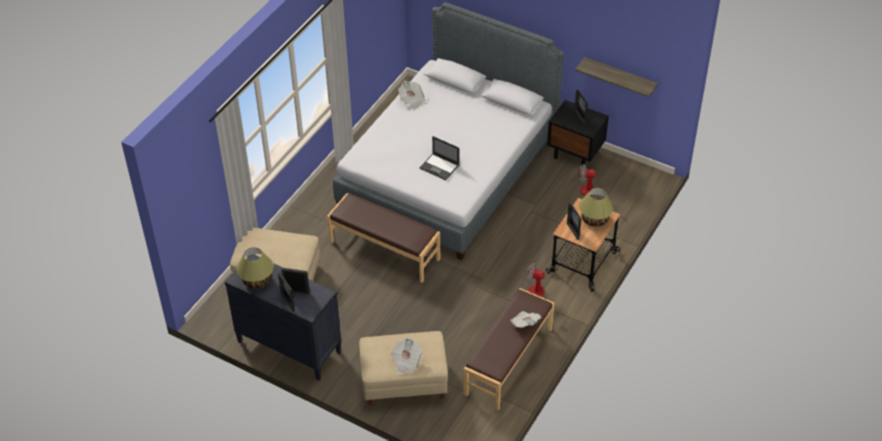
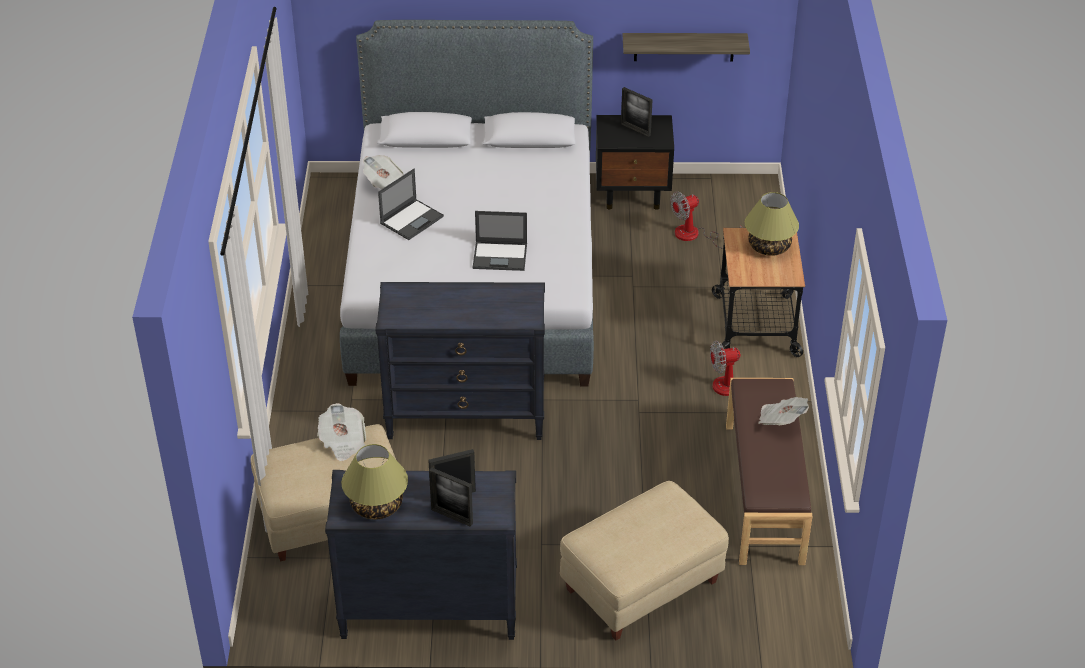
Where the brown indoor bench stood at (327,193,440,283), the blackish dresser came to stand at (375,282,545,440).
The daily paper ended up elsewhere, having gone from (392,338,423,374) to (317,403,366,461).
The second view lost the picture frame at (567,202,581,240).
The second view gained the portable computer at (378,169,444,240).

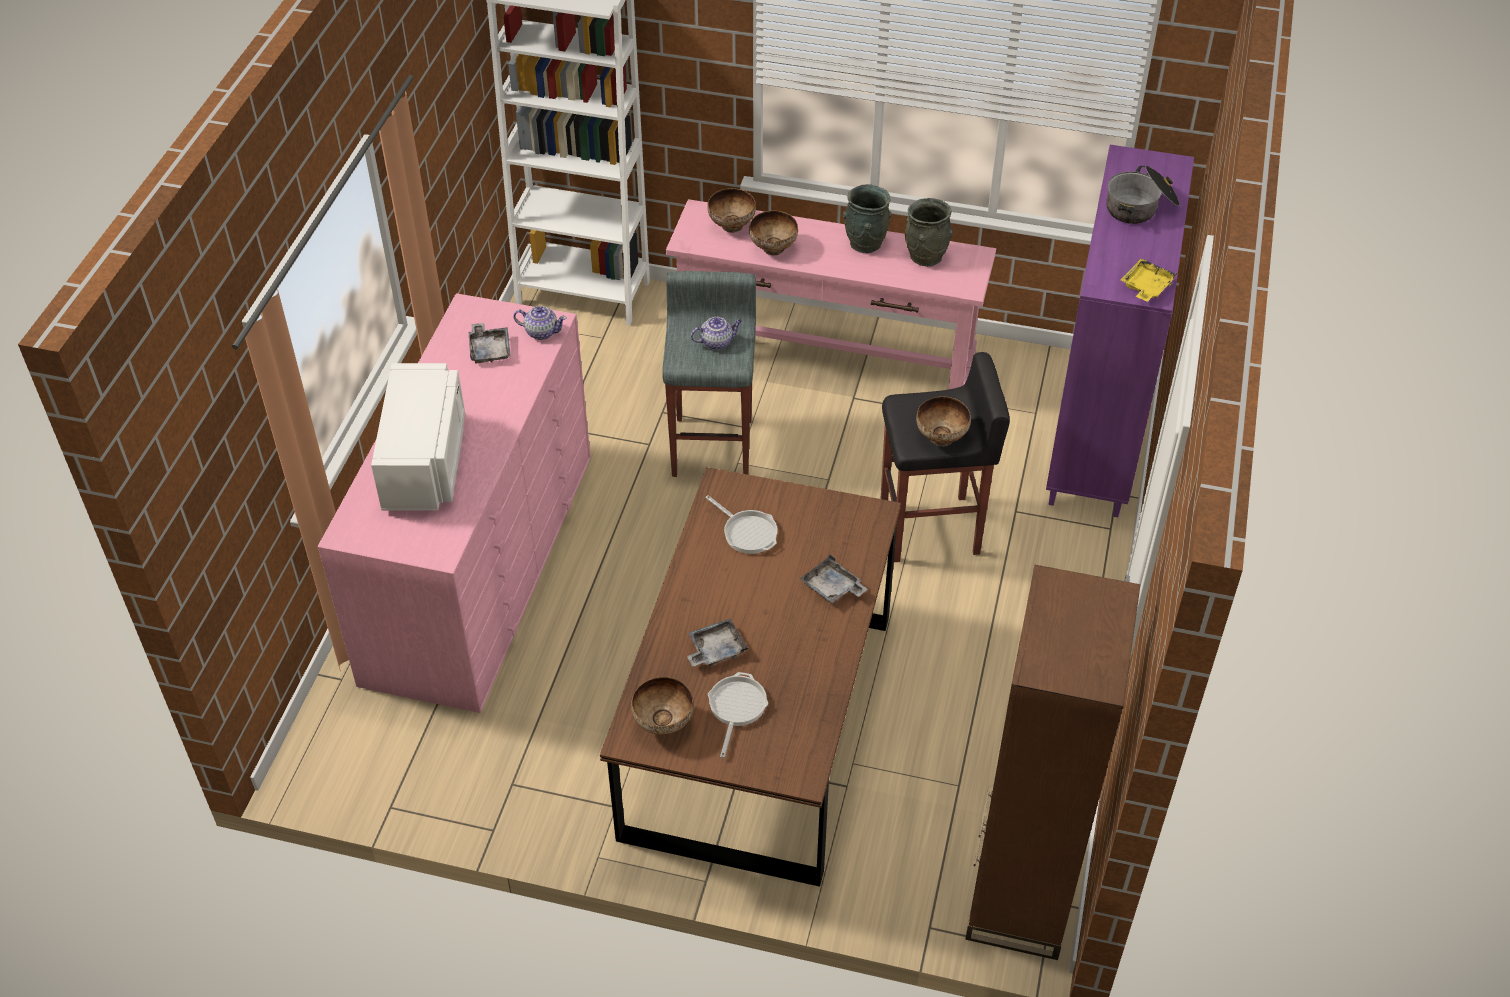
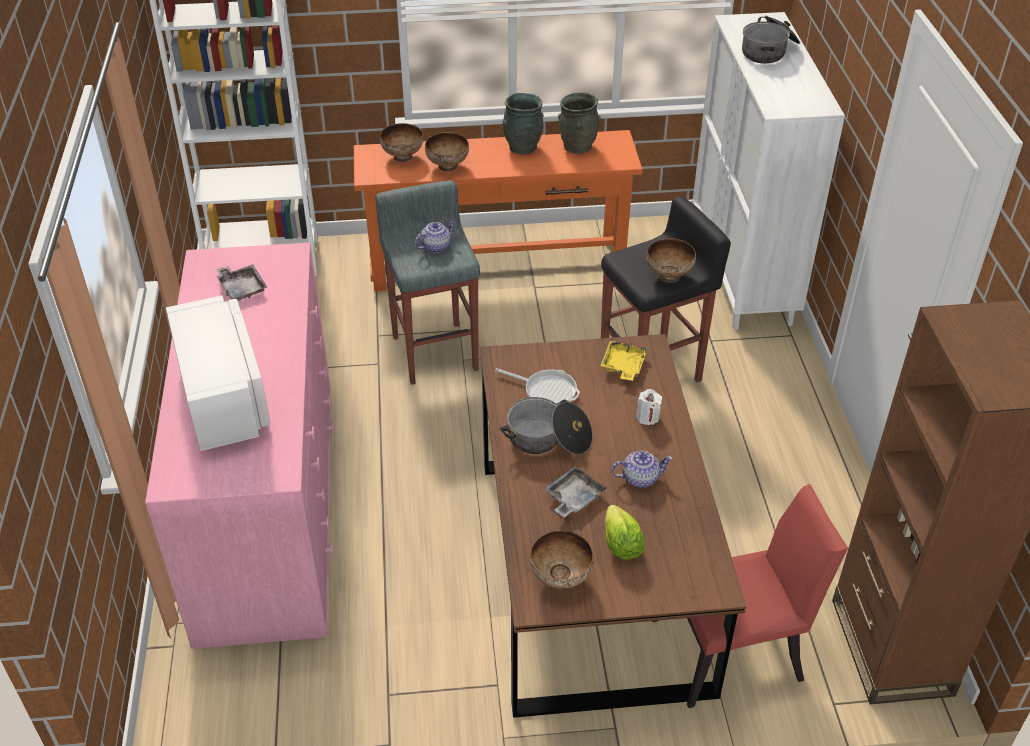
The teapot ended up elsewhere, having gone from (513,306,567,340) to (611,451,672,488).
What was the pink-coloured console table at (666,199,996,390) turned into the orange console table at (354,130,643,292).
Where the frying pan stood at (708,672,768,758), the lettuce head came to stand at (605,505,645,560).
Where the grey carrying tray stood at (800,554,868,603), the white-coloured wax light came to stand at (636,389,662,425).
What was the purple cabinet at (1046,145,1194,517) turned into the white-coloured cabinet at (693,12,845,330).
The yellow-coloured carrying tray ended up elsewhere, having gone from (1121,258,1177,302) to (600,341,647,381).
The second view gained the saucepot at (500,397,593,455).
The second view gained the red-coloured plain chair at (652,484,848,708).

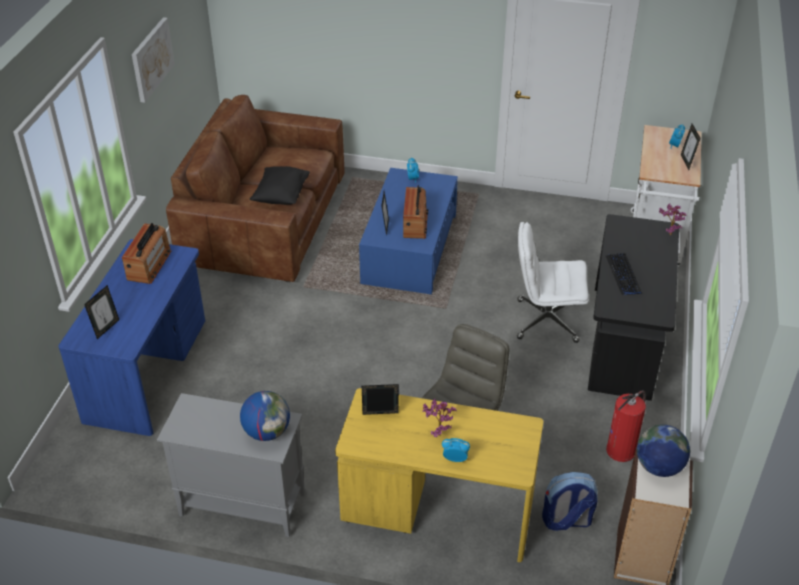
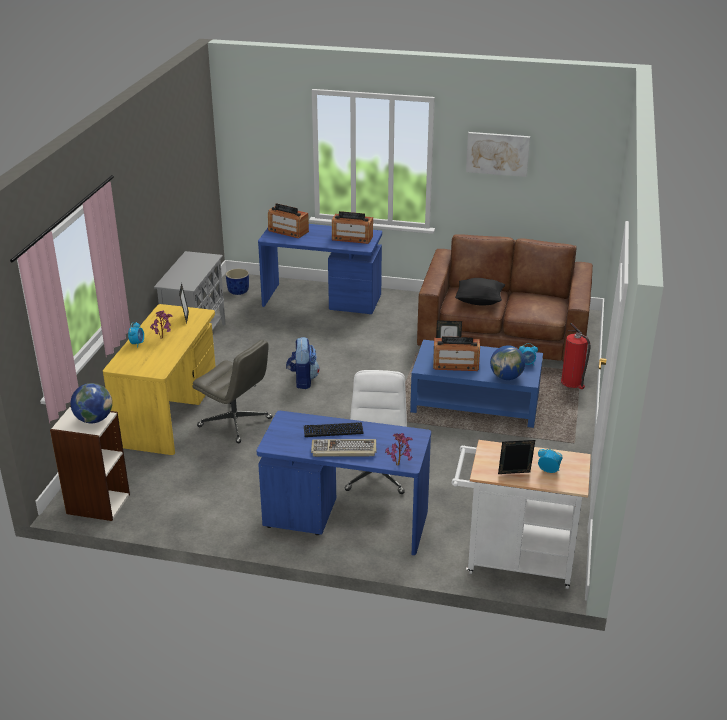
Where the picture frame stood at (84,285,119,339), the radio came to stand at (268,203,309,238).
The world globe ended up elsewhere, having gone from (240,391,290,441) to (490,345,525,380).
The backpack ended up elsewhere, having gone from (542,472,598,531) to (286,337,320,389).
What was the blackish desk unit at (588,214,679,401) turned into the blue-coloured desk unit at (256,411,431,555).
The extinguisher ended up elsewhere, having gone from (606,390,646,462) to (561,323,591,389).
The second view gained the blue-coloured flower pot at (226,268,249,295).
The second view gained the computer keyboard at (311,439,376,457).

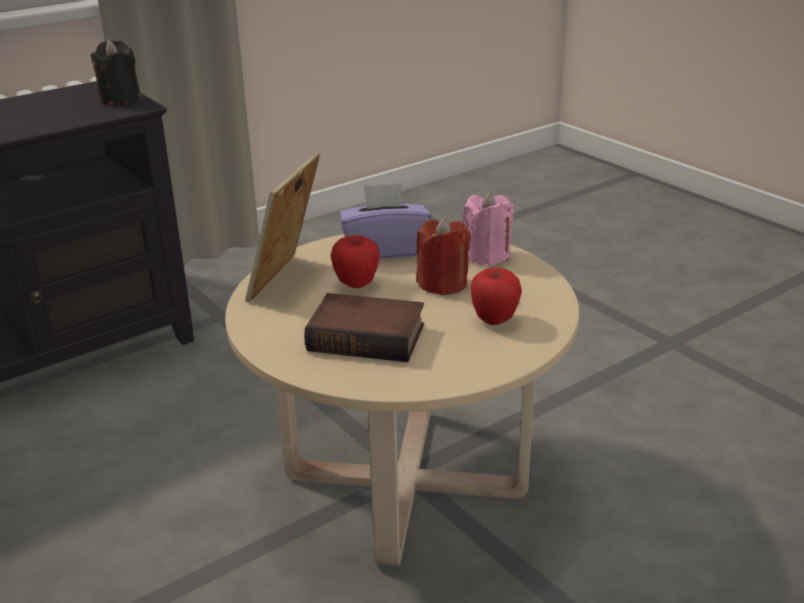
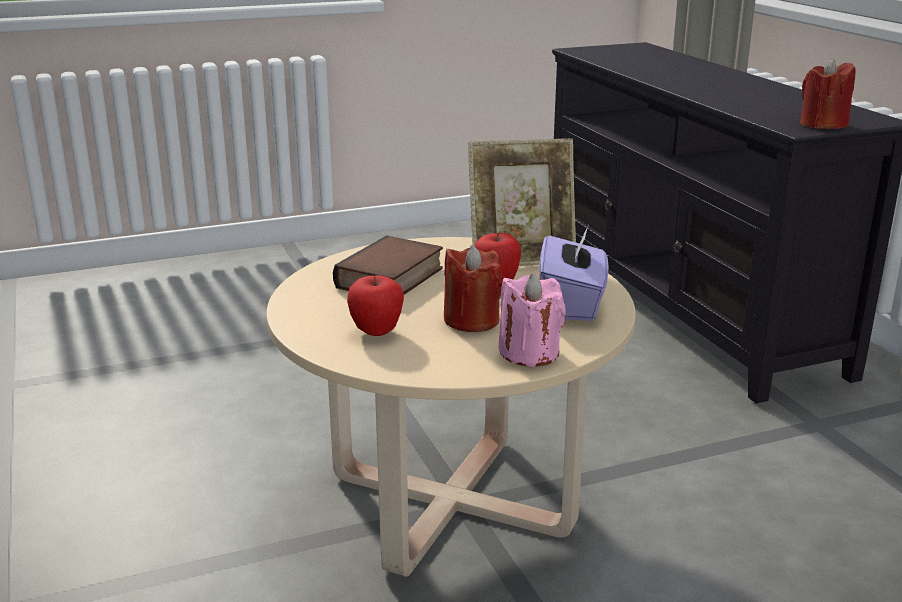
What was the blackish wax light at (91,40,141,105) turned into the red-coloured wax light at (800,58,855,129).
The picture frame at (245,152,320,302) ended up facing another way, 135 degrees clockwise from before.

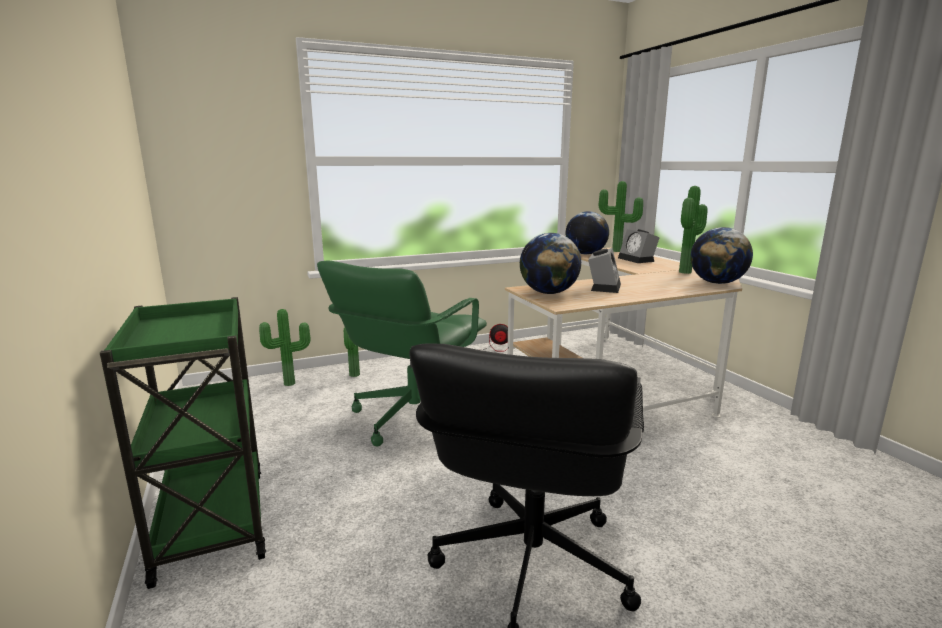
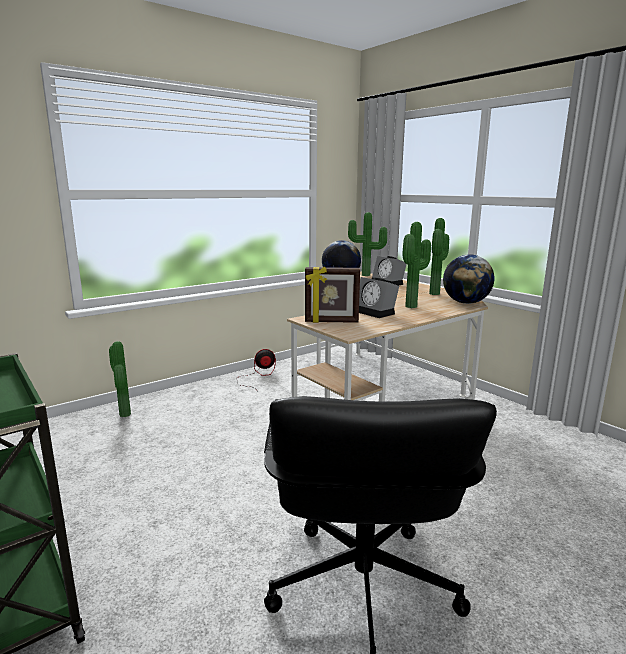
The potted plant ended up elsewhere, having gone from (259,309,311,386) to (402,222,431,308).
The second view lost the green computer chair at (317,261,487,446).
Where the world globe stood at (520,233,581,294), the picture frame came to stand at (305,267,360,323).
The alarm clock at (588,248,621,293) ended up facing another way, 135 degrees clockwise from before.

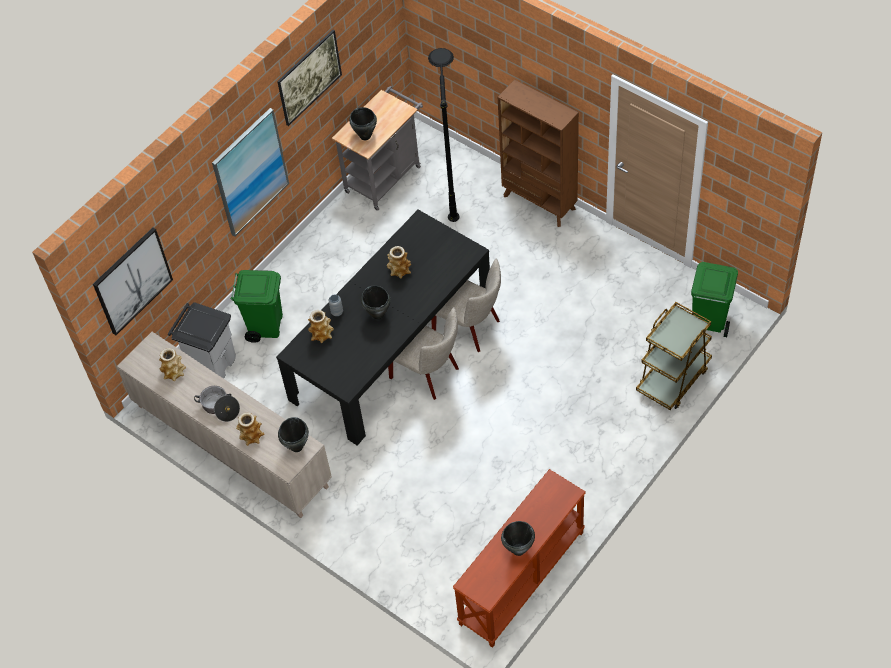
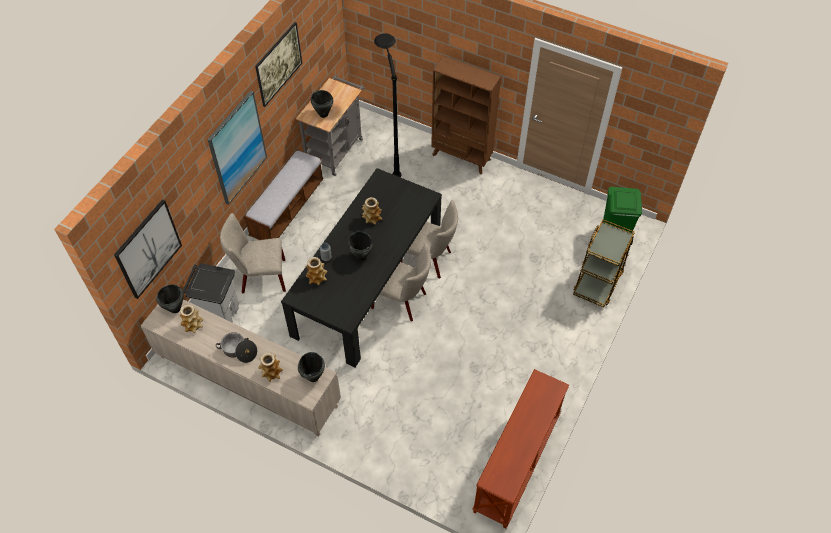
Where the green waste bin stood at (231,270,283,343), the sand-coloured plain chair came to stand at (220,213,286,293).
The blackish saucepot ended up elsewhere, having gone from (501,521,535,556) to (156,284,184,313).
The second view gained the indoor bench at (243,149,324,240).

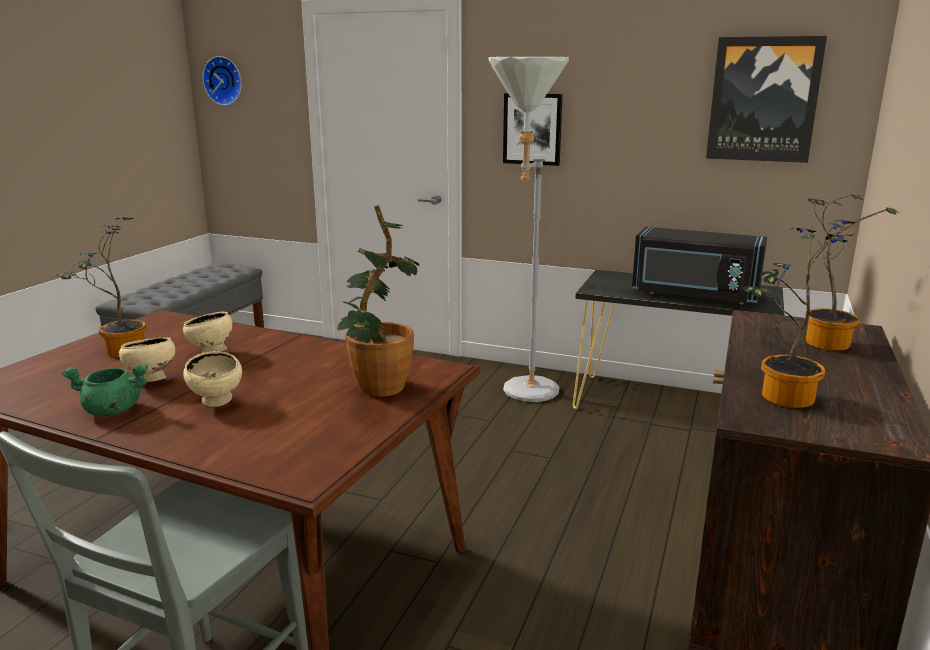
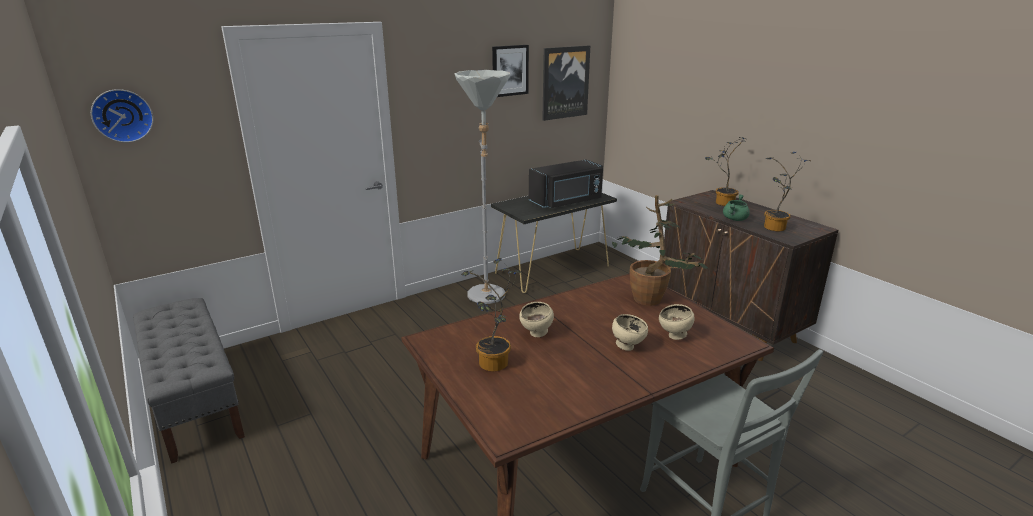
The green saucepot ended up elsewhere, having gone from (62,365,148,416) to (723,194,750,221).
The sand-coloured serving bowl ended up elsewhere, having gone from (119,337,175,382) to (659,304,694,340).
The wall art ended up elsewhere, having gone from (503,93,563,166) to (492,45,529,97).

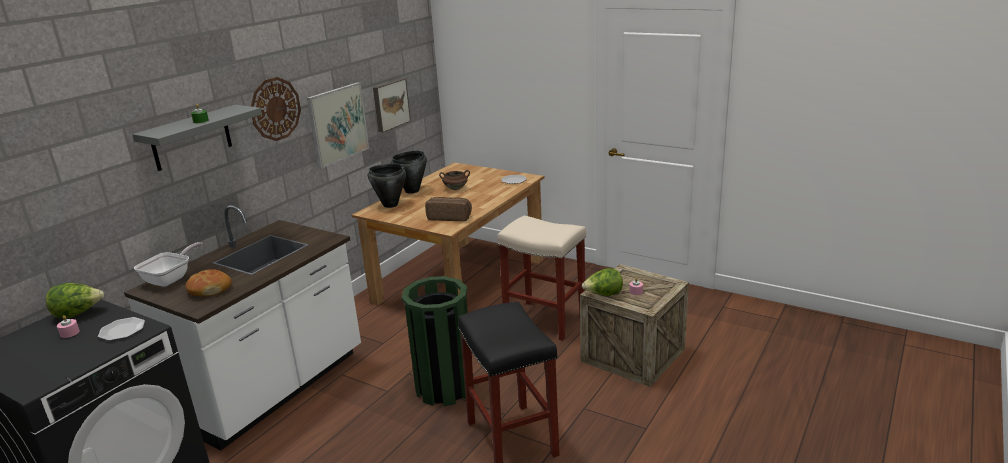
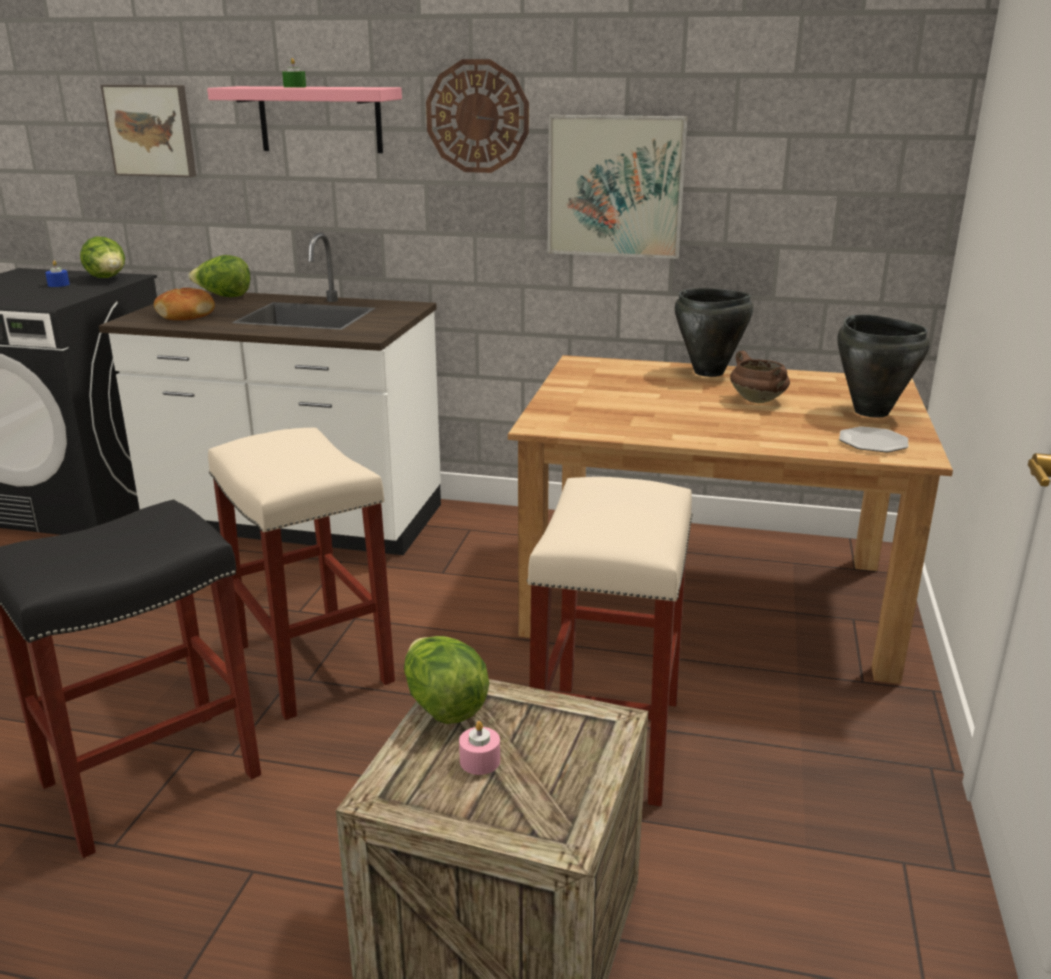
What was the pink-coloured wax light at (57,315,80,338) turned into the blue-coloured wax light at (45,261,70,287).
The second view lost the flat dish at (98,317,145,341).
What was the grey wall shelf at (132,105,262,171) turned into the pink-coloured wall shelf at (207,86,402,153).
Where the frying pan stood at (134,242,203,287), the lettuce head came to stand at (189,255,250,297).
The blackish saucepot ended up elsewhere, having gone from (368,164,406,208) to (837,315,930,418).
The wall art ended up elsewhere, having gone from (373,78,411,133) to (101,85,196,177).
Where the green waste bin stood at (402,276,474,406), the sand-coloured stool came to stand at (208,428,395,720).
The second view lost the baked bread at (425,197,472,221).

